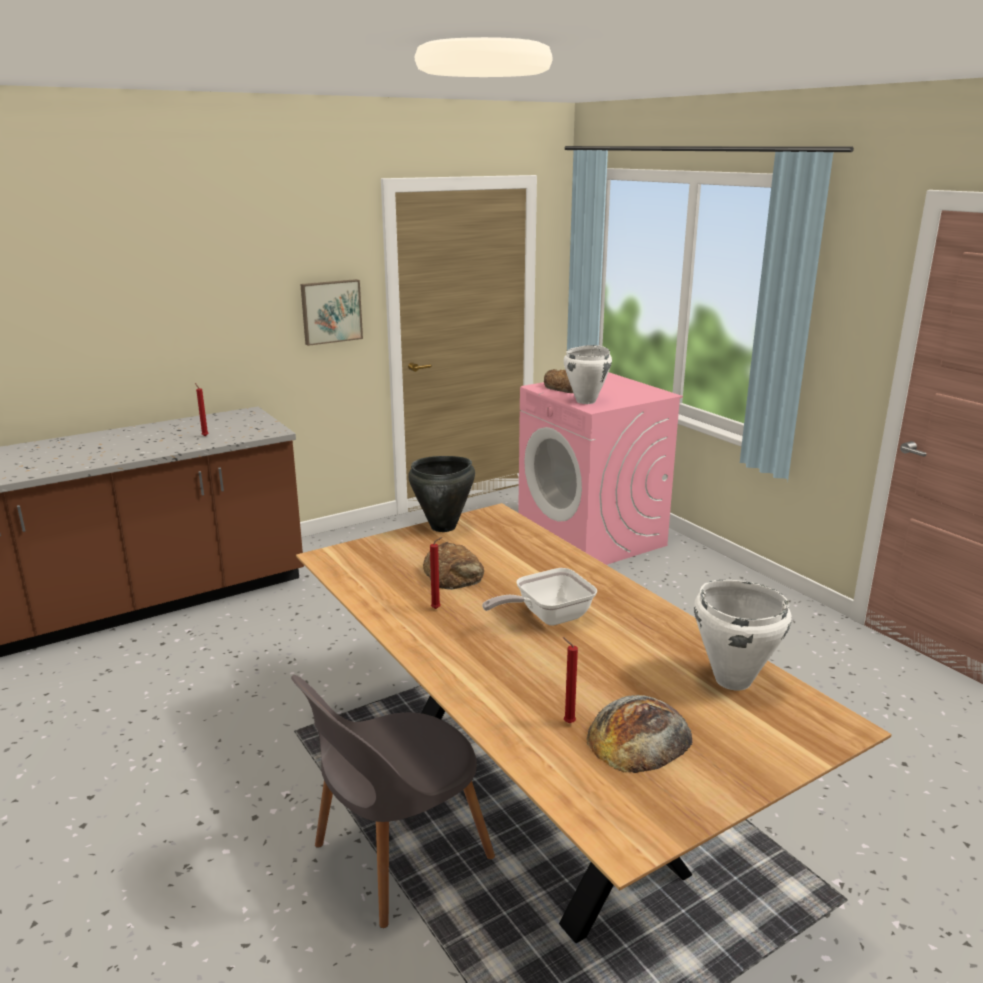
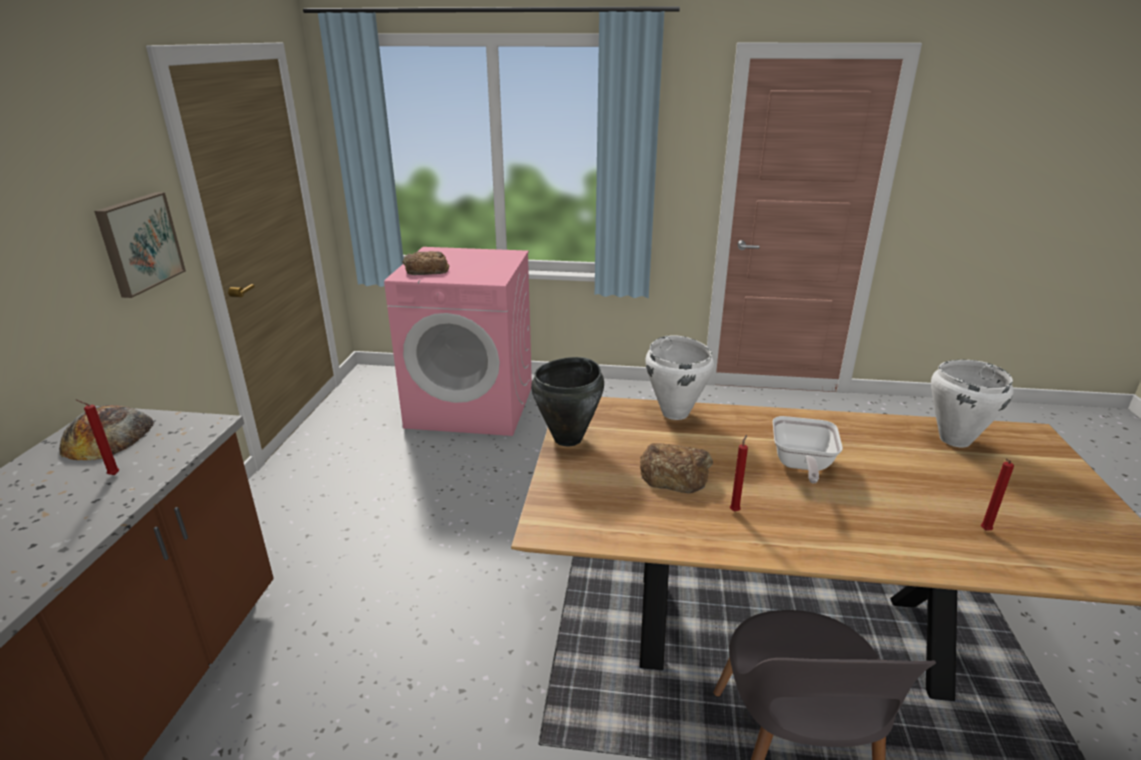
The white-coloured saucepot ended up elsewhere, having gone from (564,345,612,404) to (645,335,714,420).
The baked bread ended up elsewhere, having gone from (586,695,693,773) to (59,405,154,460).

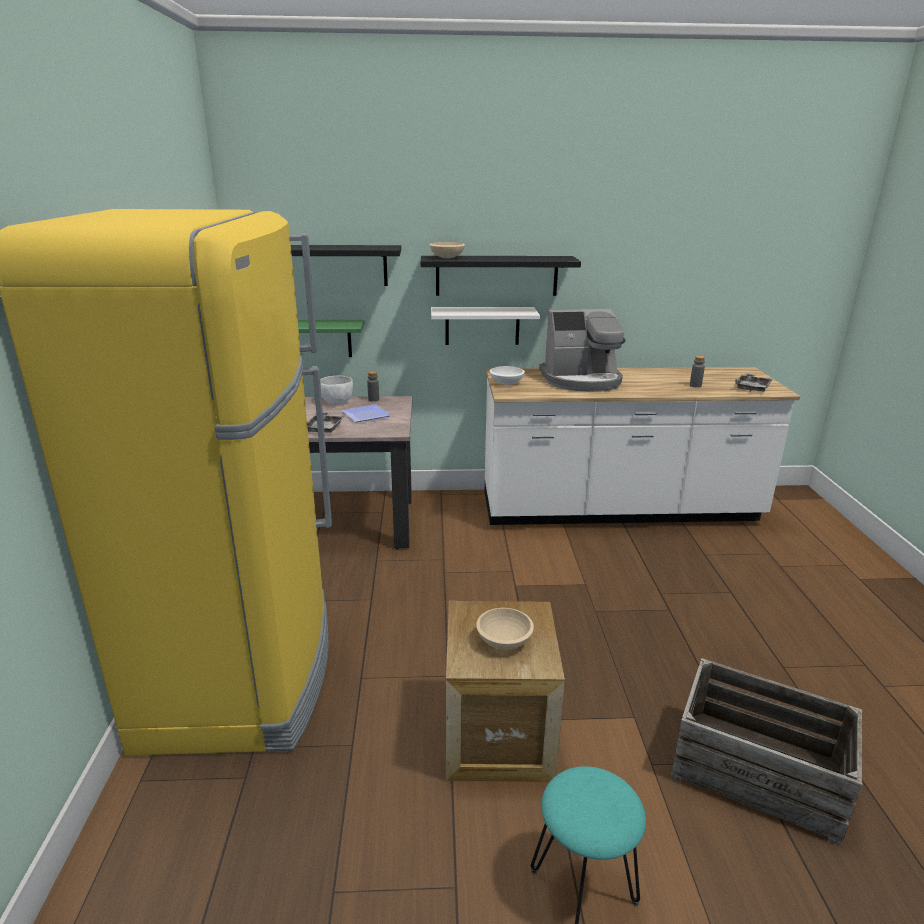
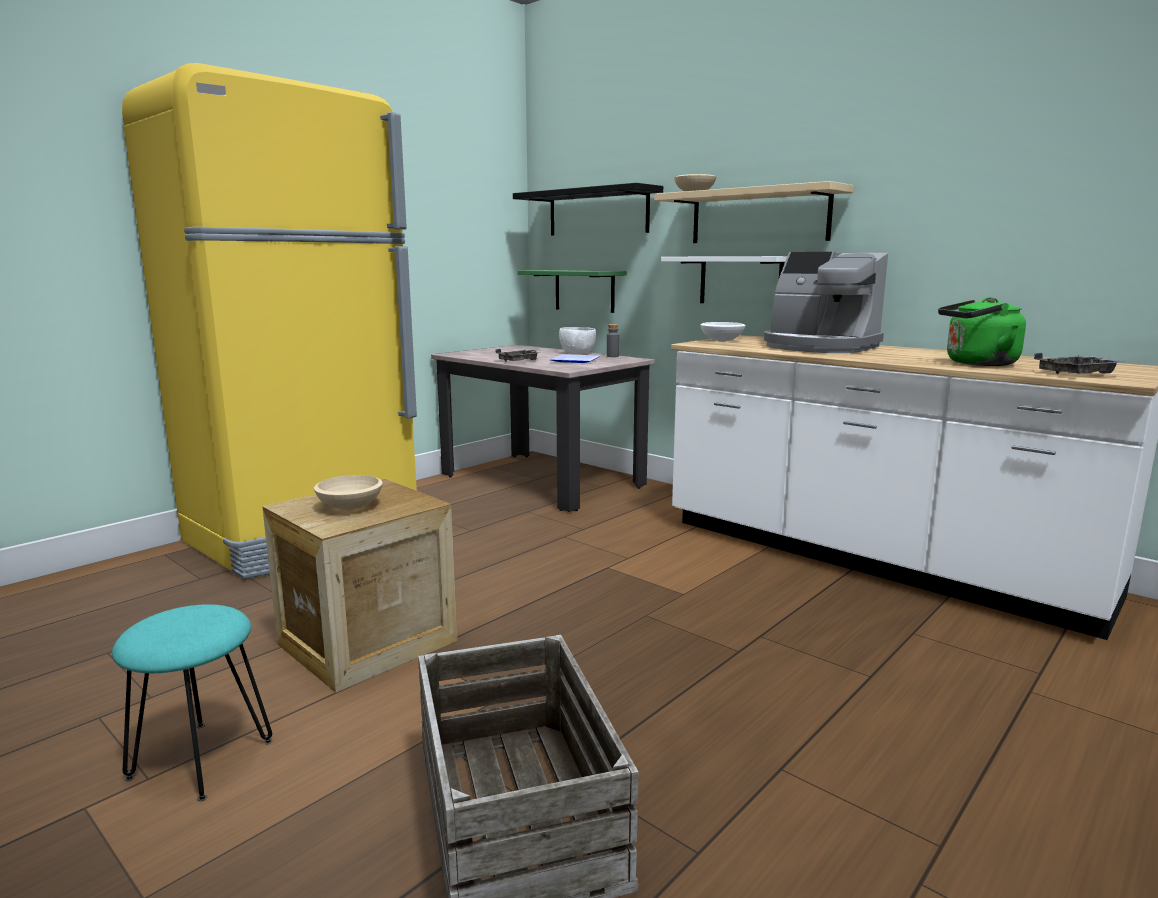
What was the blackish wall shelf at (421,256,581,296) turned into the sand-coloured wall shelf at (654,181,854,243).
Where the grey bottle stood at (690,356,705,388), the green kettle came to stand at (938,297,1026,366).

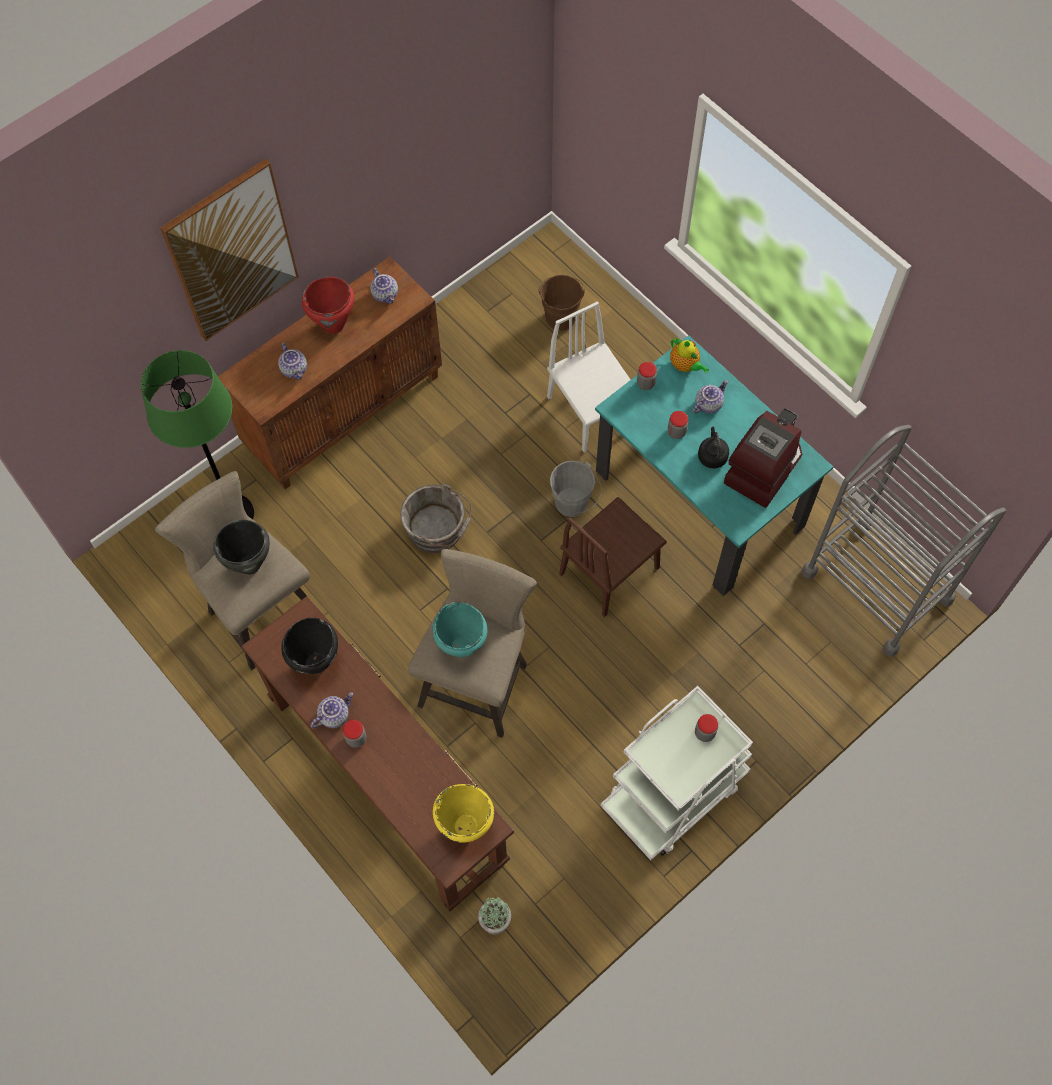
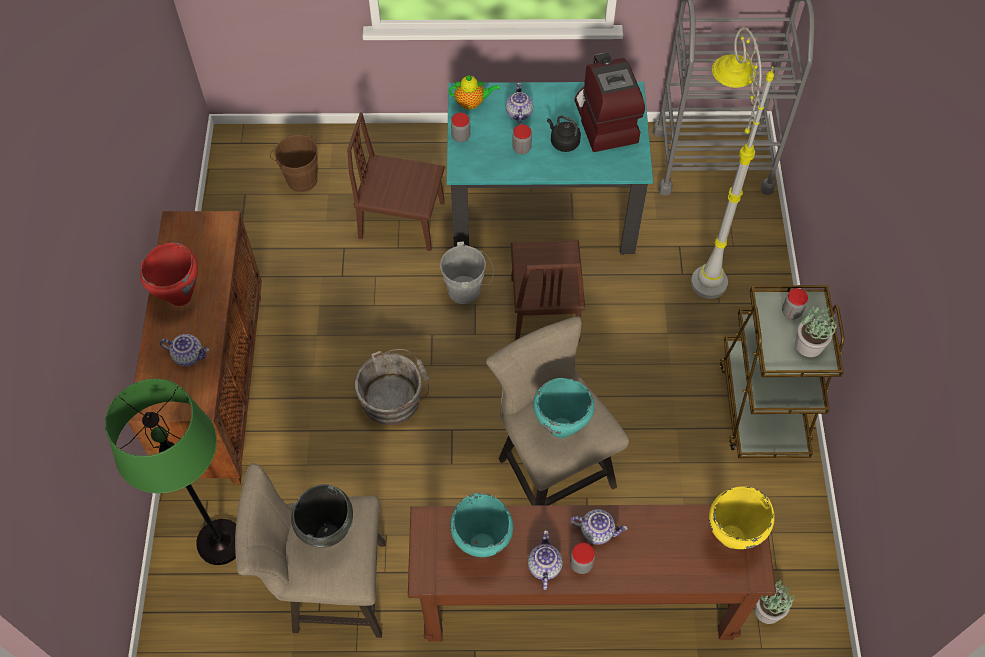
The second view lost the wall art at (160,159,299,341).
What was the blackish saucepot at (281,618,338,674) turned into the blue-green saucepot at (450,493,513,557).
The teapot ended up elsewhere, having gone from (370,268,398,304) to (570,509,628,545).
What was the white-coloured plain chair at (547,302,631,453) turned into the brown plain chair at (347,113,445,251).
What was the white-coloured cart at (601,686,753,860) turned into the brown cart at (720,285,844,458).
The second view gained the grey standing lamp at (691,27,774,299).
The second view gained the potted plant at (795,306,837,357).

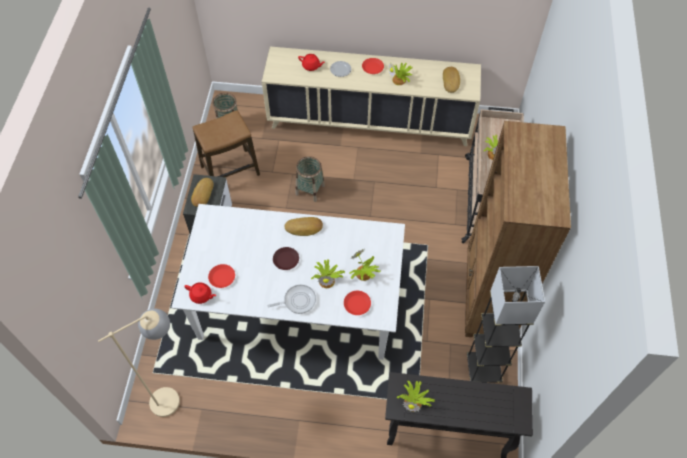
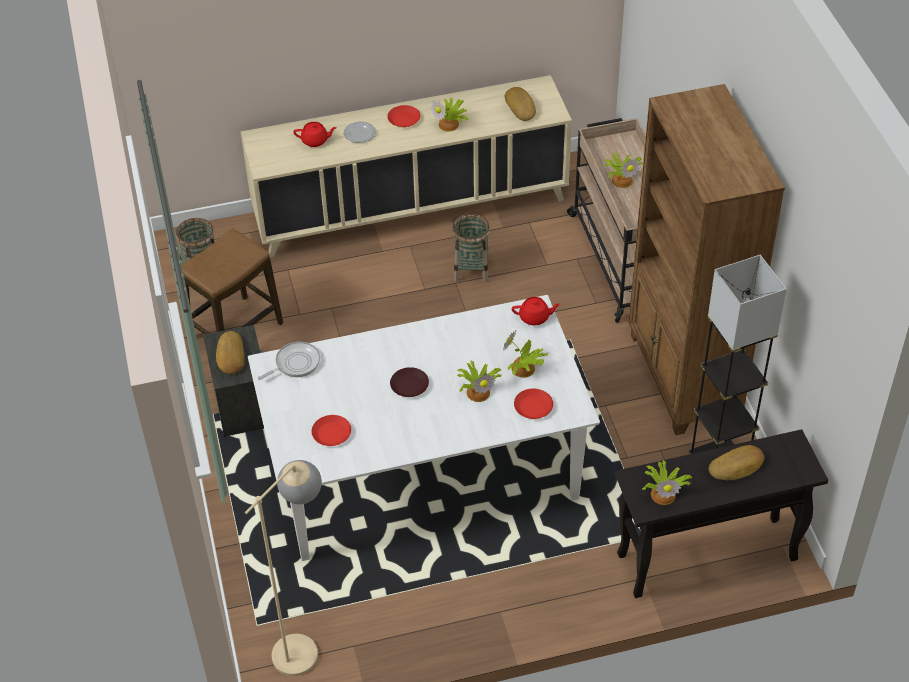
The red-coloured teapot ended up elsewhere, having gone from (184,282,216,304) to (512,297,561,325).
The frying pan ended up elsewhere, having gone from (267,285,316,314) to (258,342,320,380).
The baked bread ended up elsewhere, having gone from (284,217,323,236) to (709,445,764,480).
The basket ended up elsewhere, having gone from (296,156,325,202) to (452,214,490,282).

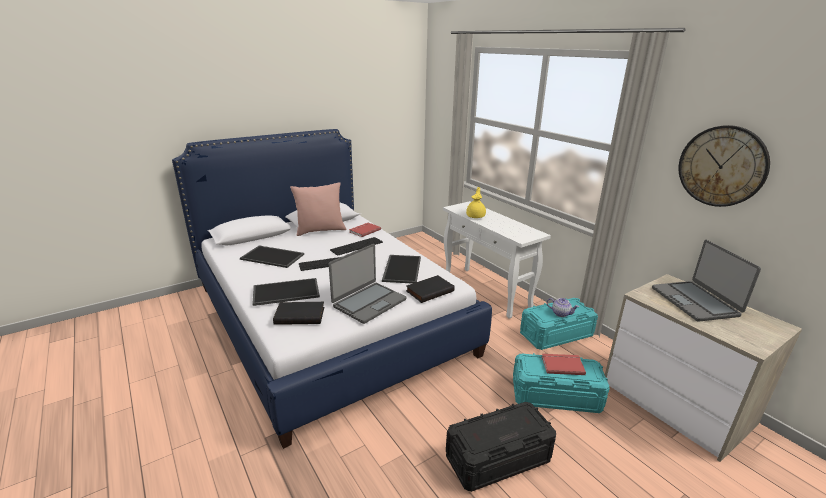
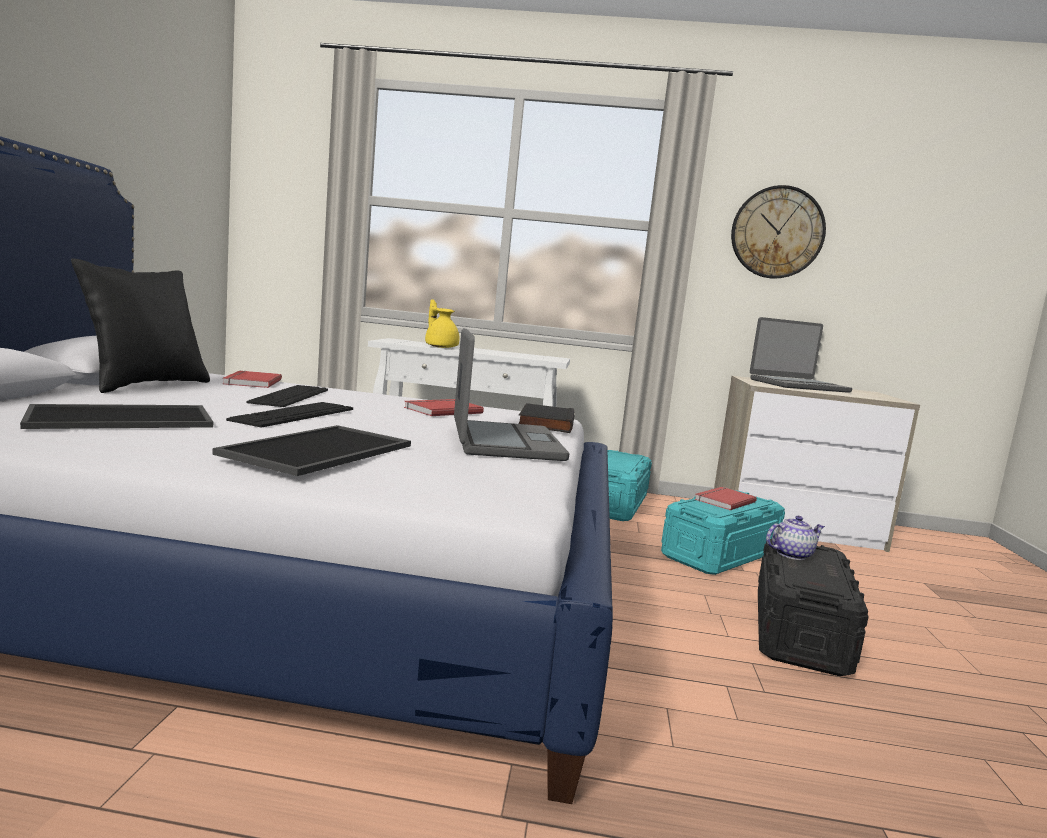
The second view lost the blackish bound book at (273,302,324,325).
What was the pink-coloured throw pillow at (290,182,346,236) turned into the blackish throw pillow at (71,258,210,393).
Where the carrying tray stood at (382,255,421,284), the red-coloured bound book came to stand at (404,399,484,416).
The teapot ended up elsewhere, having gone from (547,298,579,317) to (766,516,825,560).
The portable computer at (652,240,761,322) ended up facing another way, 45 degrees counterclockwise from before.

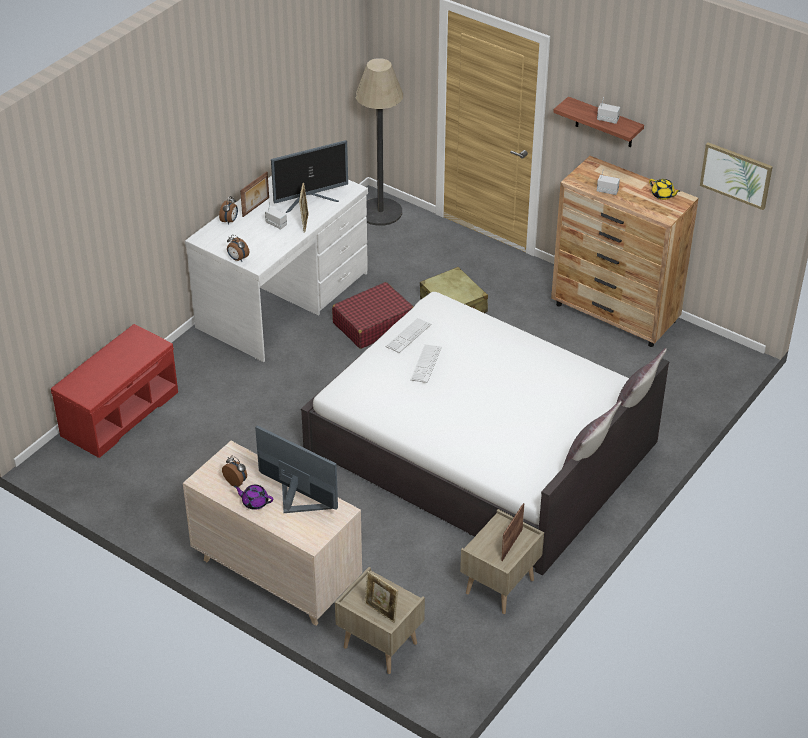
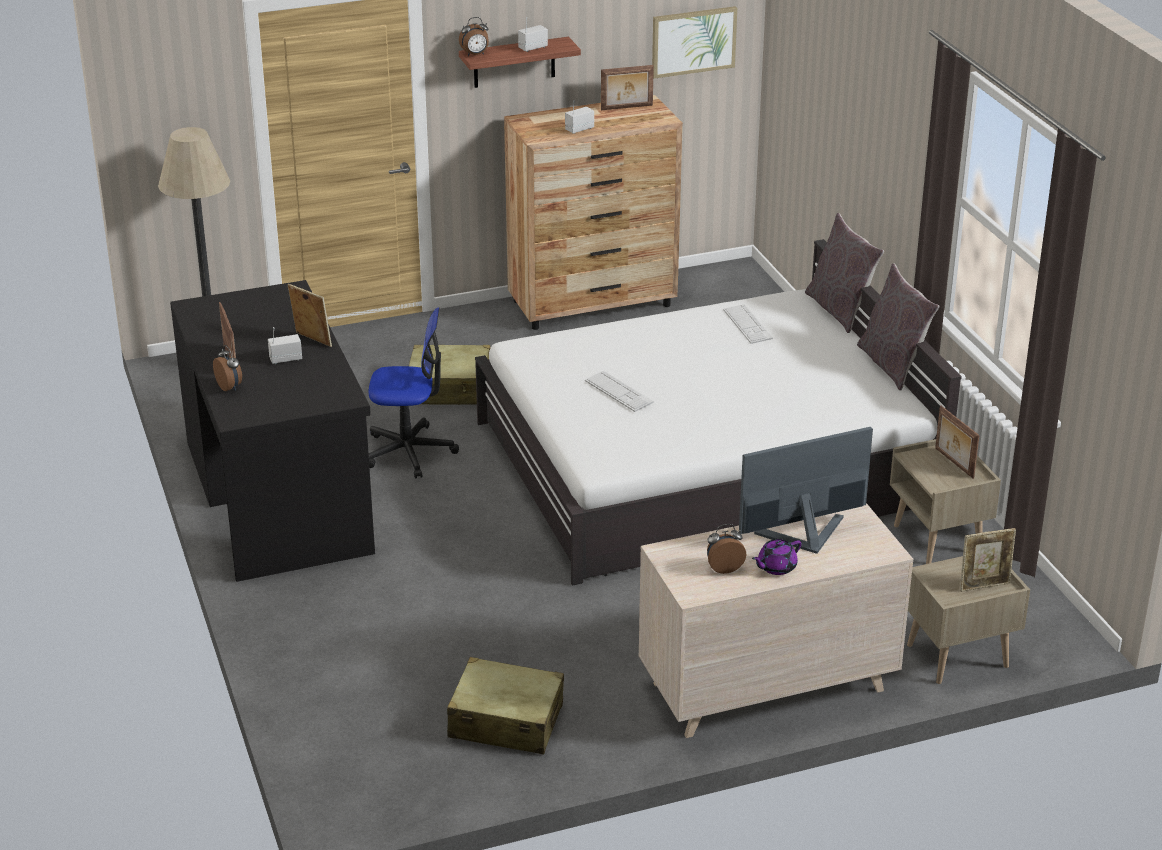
The second view lost the red-coloured indoor bench at (51,324,178,458).
What was the white-coloured desk unit at (185,176,368,362) turned into the blackish desk unit at (170,280,375,582).
The alarm clock ended up elsewhere, having gone from (227,235,249,261) to (459,17,489,56).
The second view lost the monitor at (271,140,348,213).
Where the red-coloured travel case stood at (332,282,413,349), the computer chair came to stand at (369,307,459,478).
The computer keyboard ended up elsewhere, having gone from (385,318,431,353) to (723,304,773,344).
Where the yellow-coloured teapot stood at (649,179,680,200), the picture frame came to stand at (601,65,654,110).
The second view gained the sand-coloured travel case at (447,657,564,754).

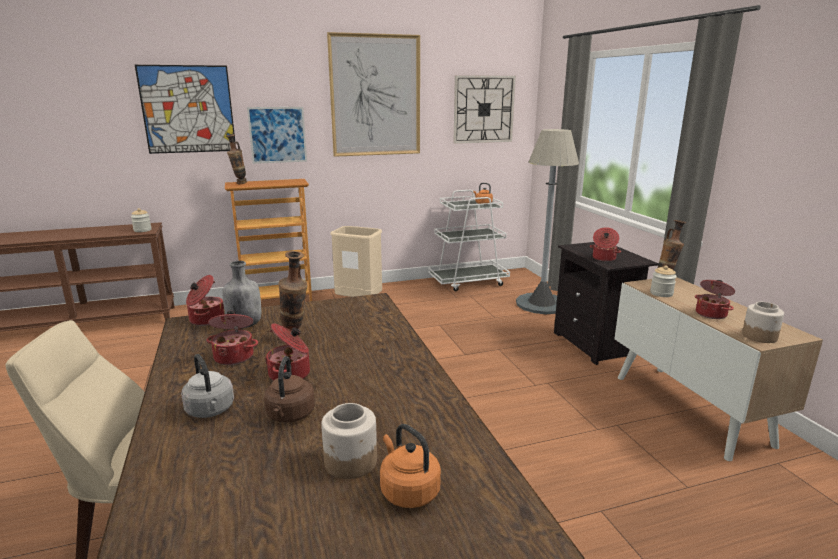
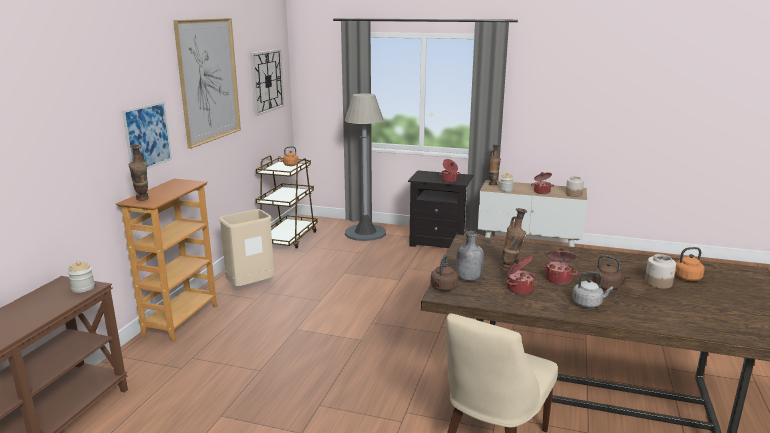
The second view lost the wall art at (135,65,235,154).
Where the saucepot stood at (186,275,224,326), the brown kettle came to stand at (431,255,458,291).
What was the white-coloured cart at (428,190,510,291) turned into the brown cart at (255,155,318,249).

